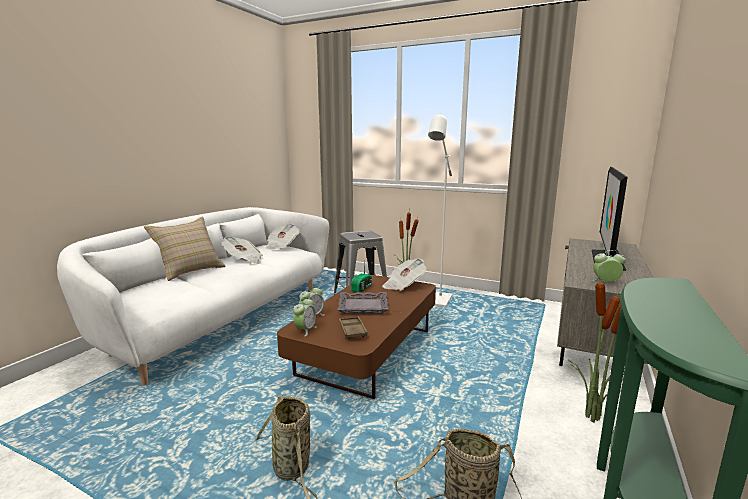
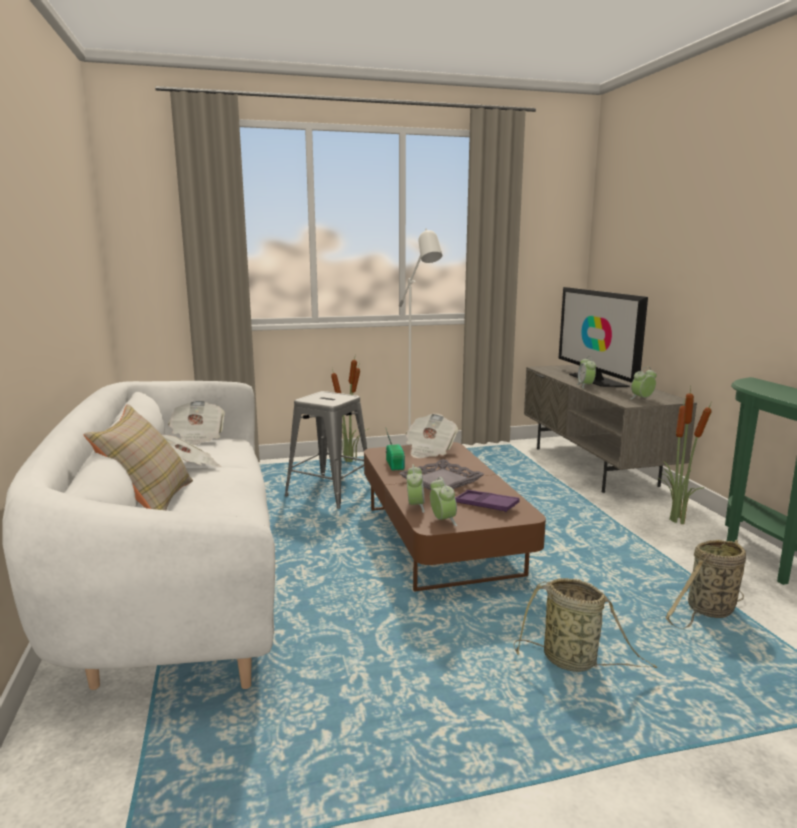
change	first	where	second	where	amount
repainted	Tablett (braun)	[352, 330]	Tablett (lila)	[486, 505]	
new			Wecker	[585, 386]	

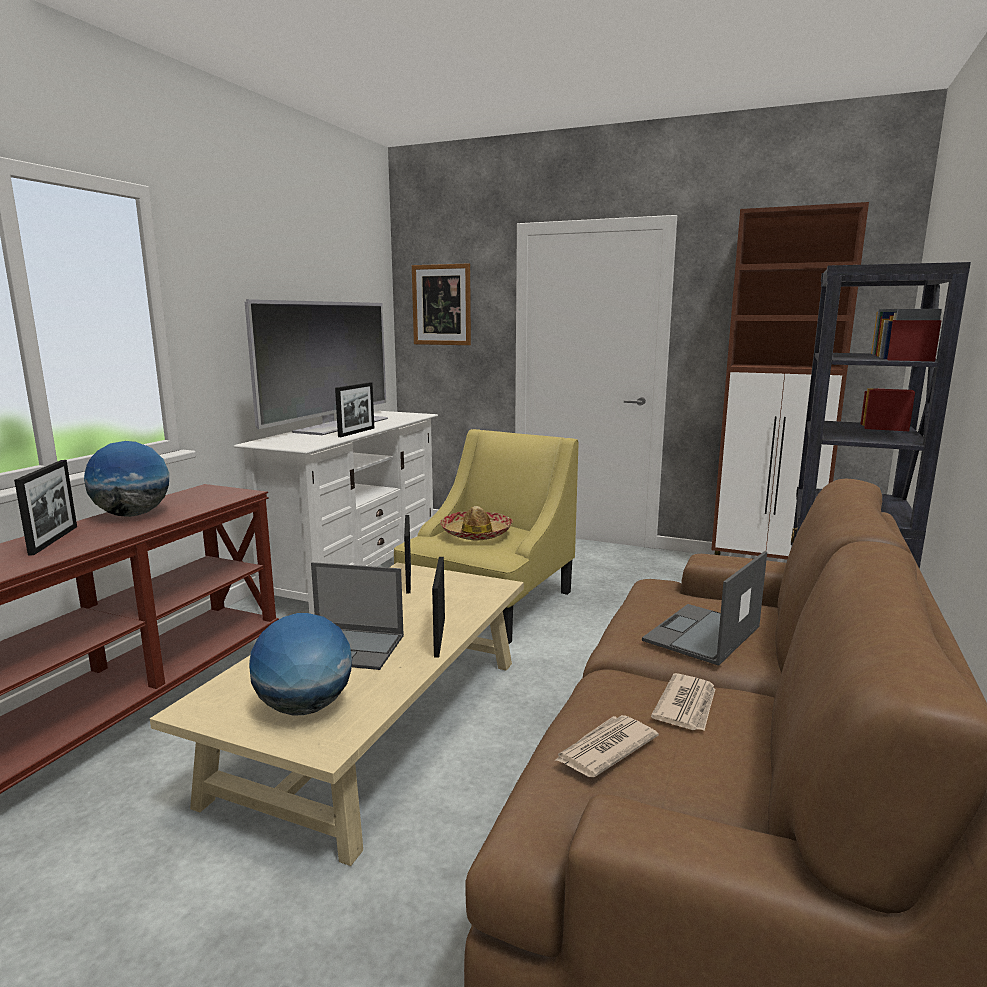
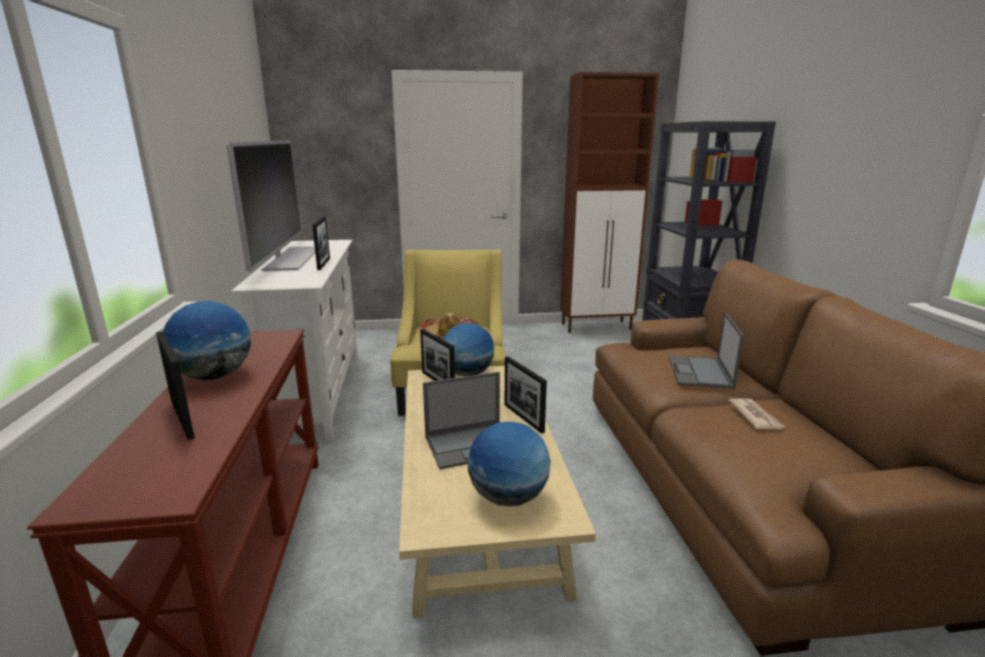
change	first	where	second	where	amount
gone	Bild	[441, 305]			
gone	Zeitung	[604, 749]			
new			Globus	[467, 374]	

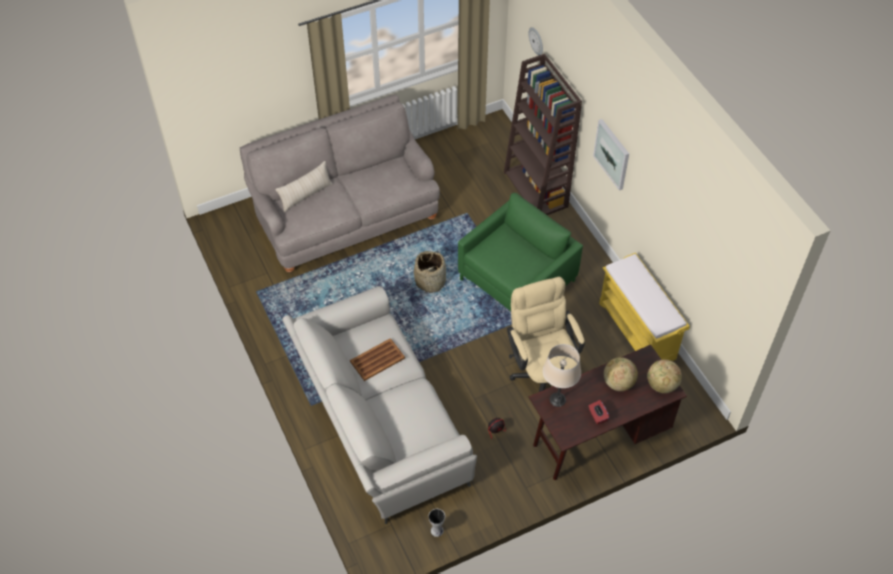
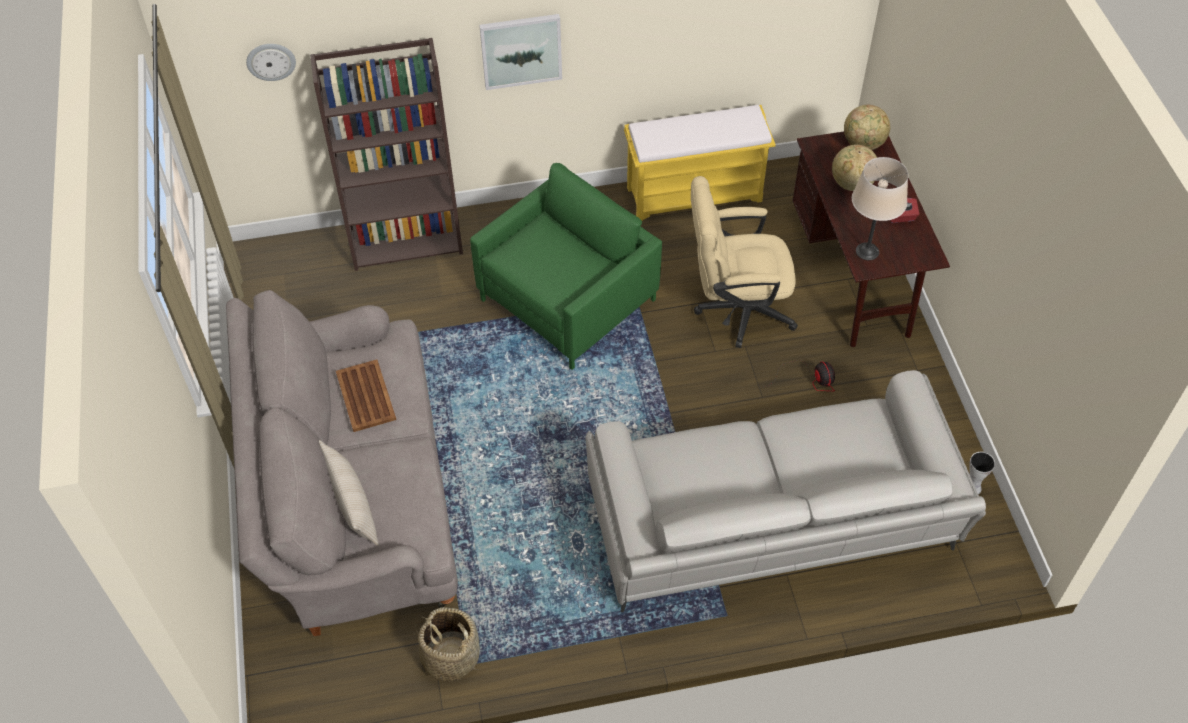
change	first	where	second	where	amount
shifted	Tablett (braun)	[378, 359]		[365, 395]	
shifted	Korb	[430, 281]		[450, 656]	
rotated	Sessel (grün)	[517, 281]		[568, 300]	75 degrees clockwise

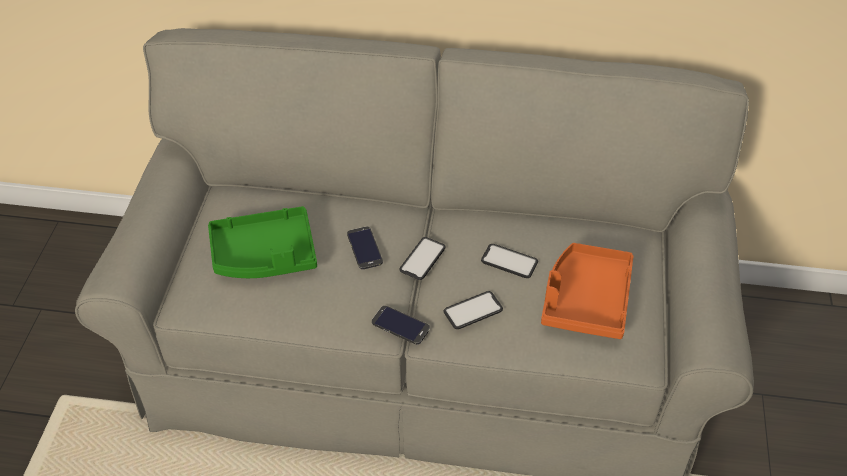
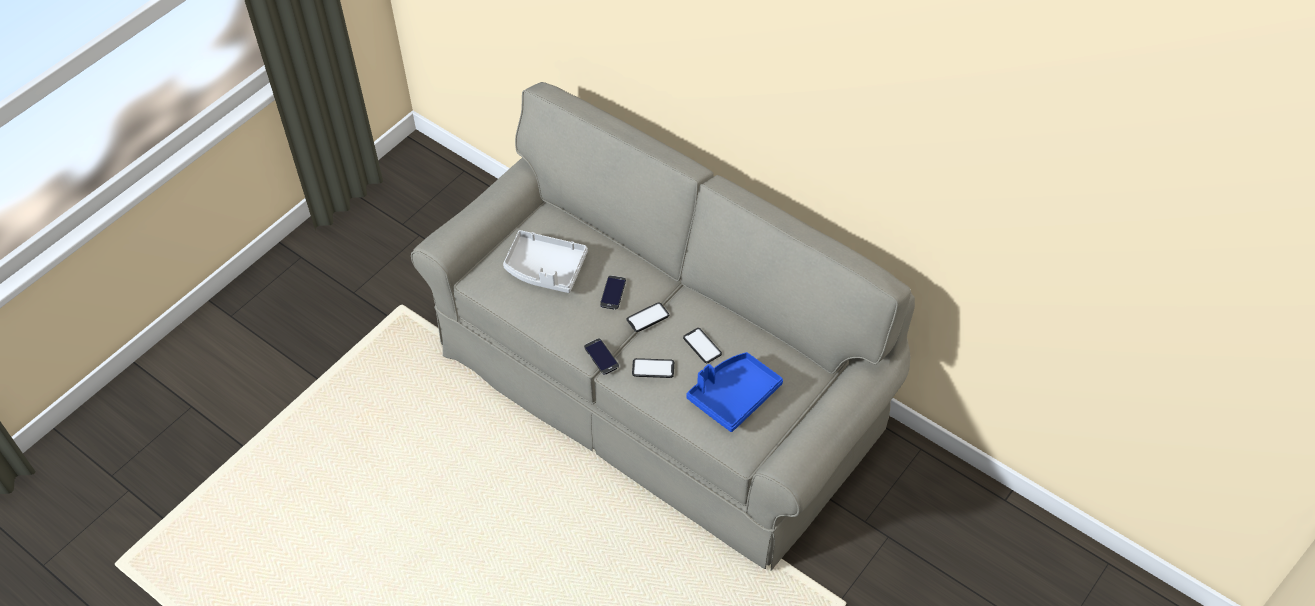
change	first	where	second	where	amount
repainted	Tablett (grün)	[265, 255]	Tablett (grau)	[545, 269]	
repainted	Tablett (orange)	[585, 299]	Tablett (blau)	[733, 396]	

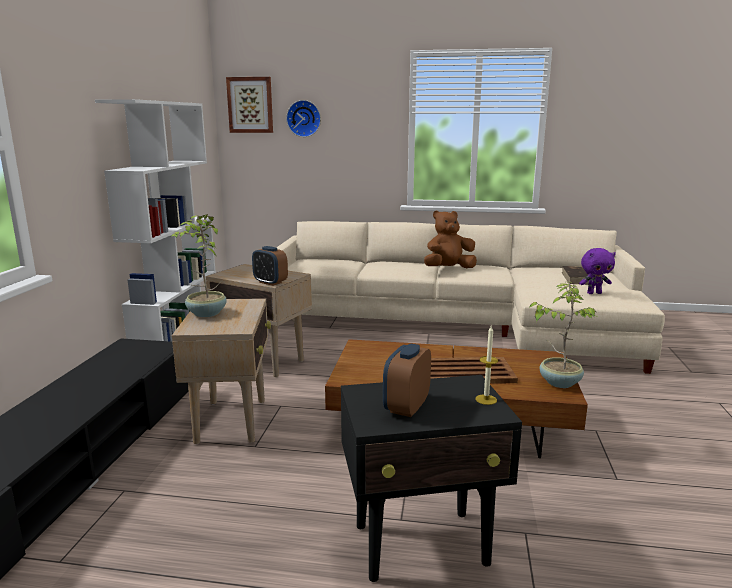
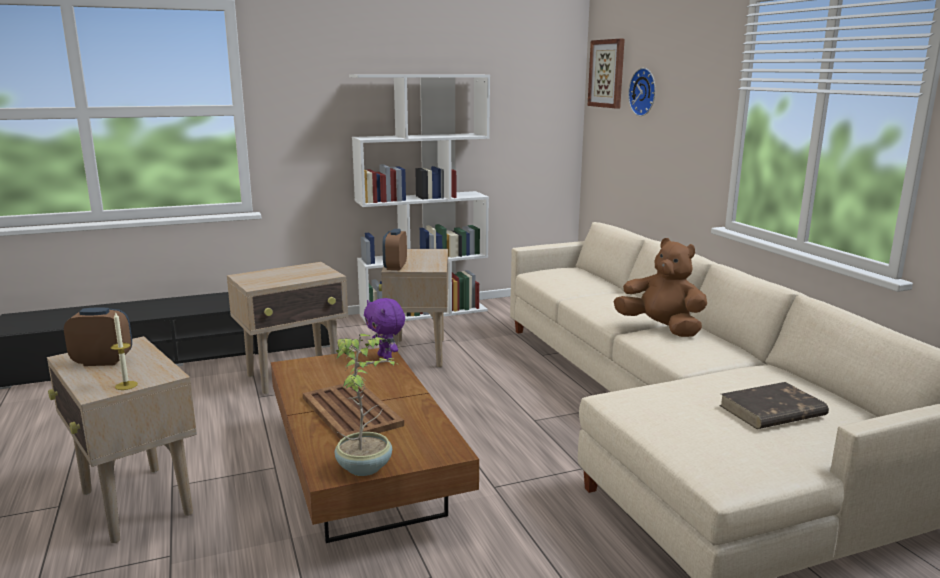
change	first	where	second	where	amount
gone	Topfpflanze	[206, 314]			
repainted	Beistelltisch (schwarz)	[422, 545]	Beistelltisch (beige)	[136, 504]	
shifted	Plüschtier (lila)	[594, 293]		[386, 357]	

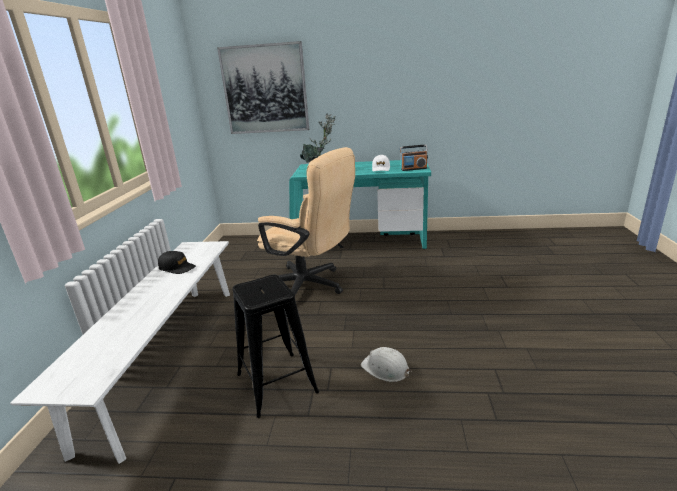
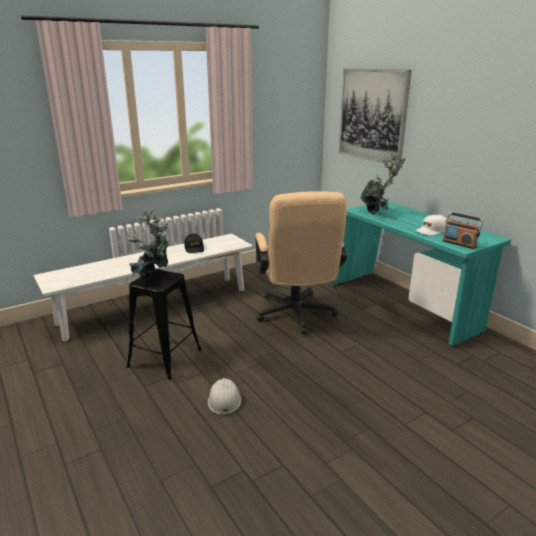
change	first	where	second	where	amount
new			Topfpflanze	[153, 278]	

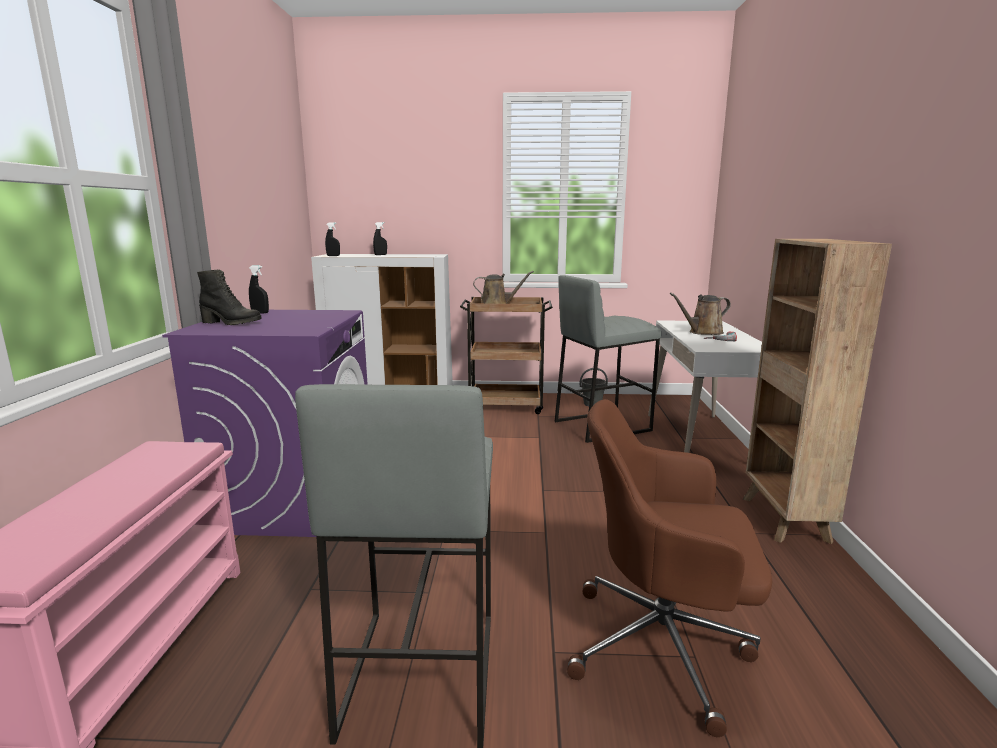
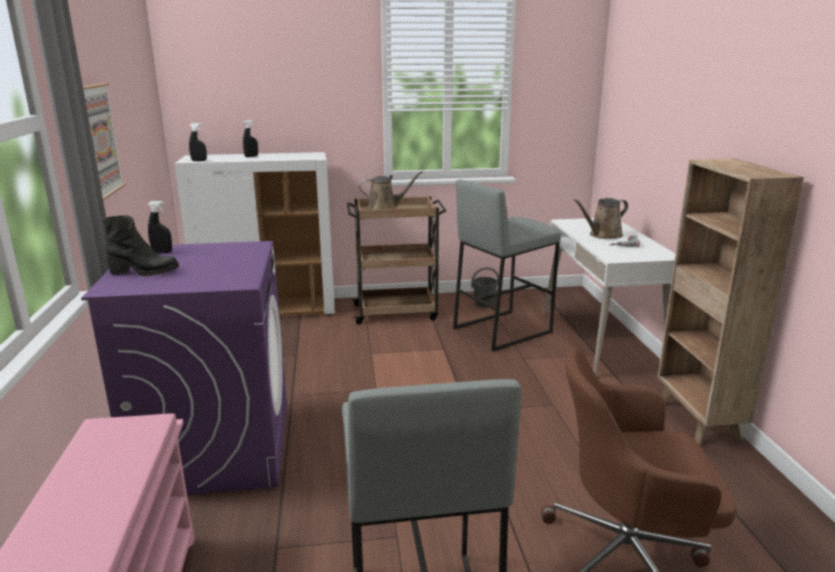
change	first	where	second	where	amount
new			Bild	[99, 141]	

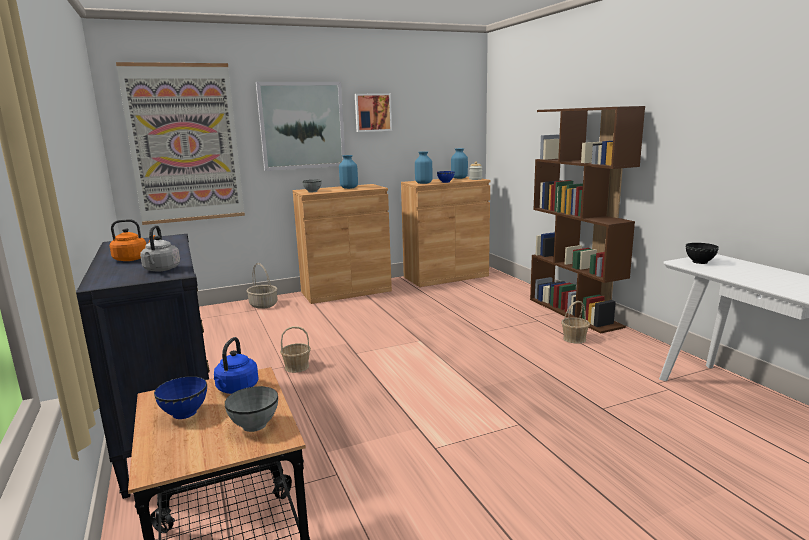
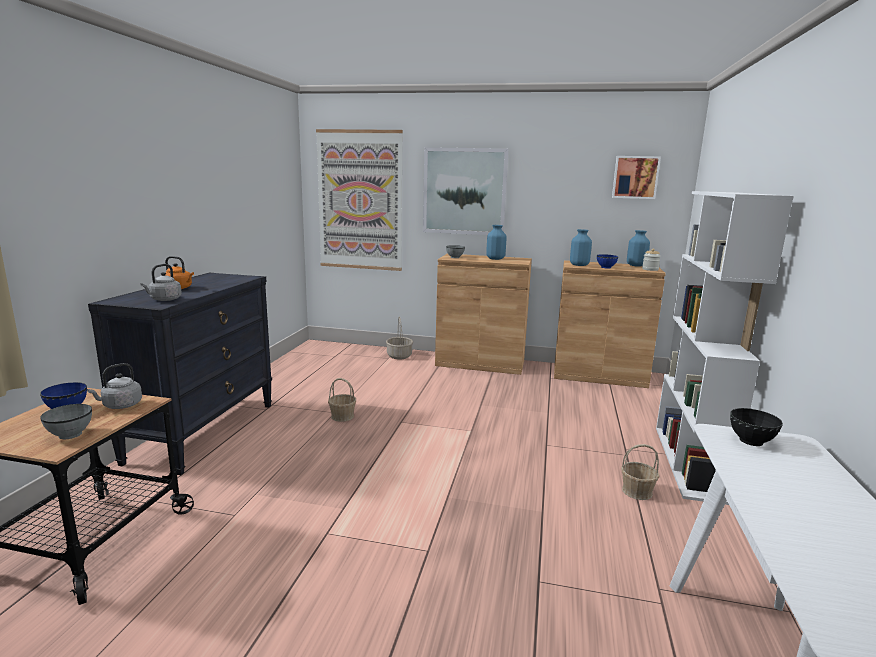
change	first	where	second	where	amount
repainted	Wasserkessel (blau)	[236, 389]	Wasserkessel (grau)	[120, 405]	
shifted	Bild	[372, 112]		[635, 177]	
repainted	Bücherregal (braun)	[575, 312]	Bücherregal (weiß)	[689, 462]	

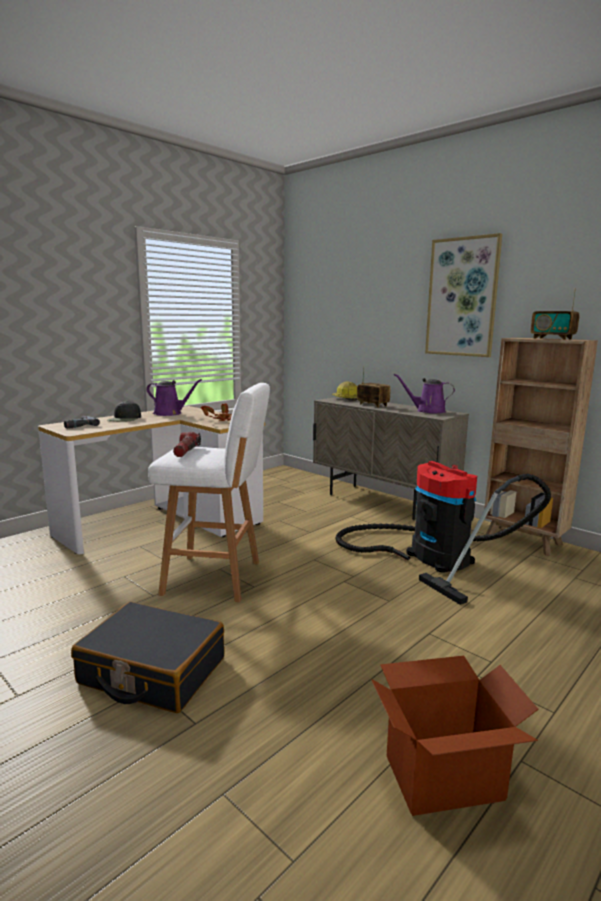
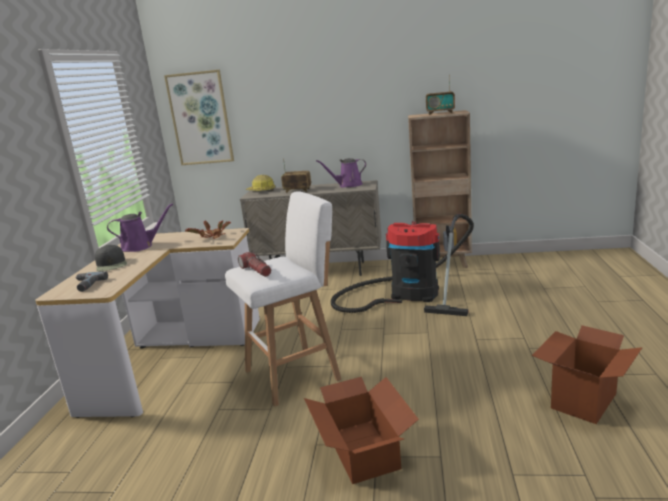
change	first	where	second	where	amount
swapped	Koffer (schwarz)	[152, 671]	Karton	[363, 450]	
shifted	Bild	[462, 297]		[200, 118]	

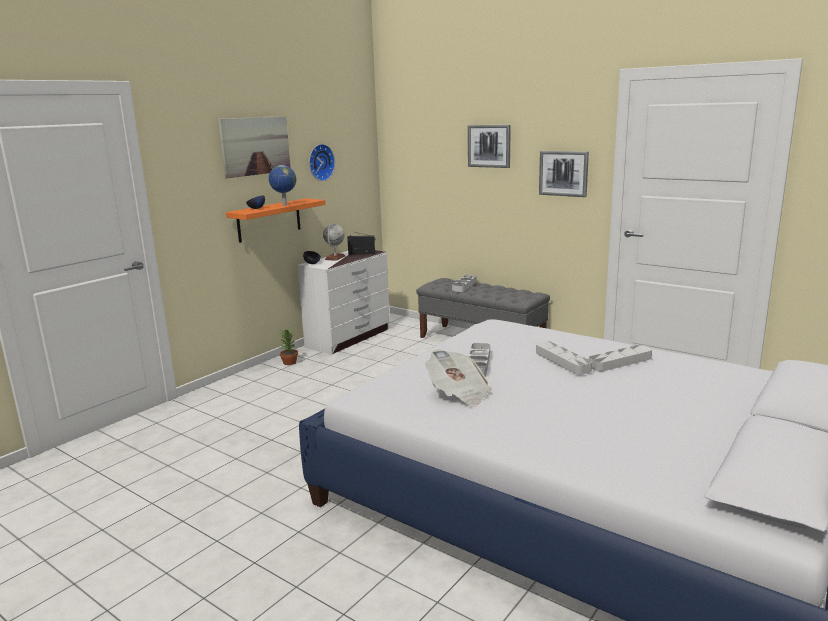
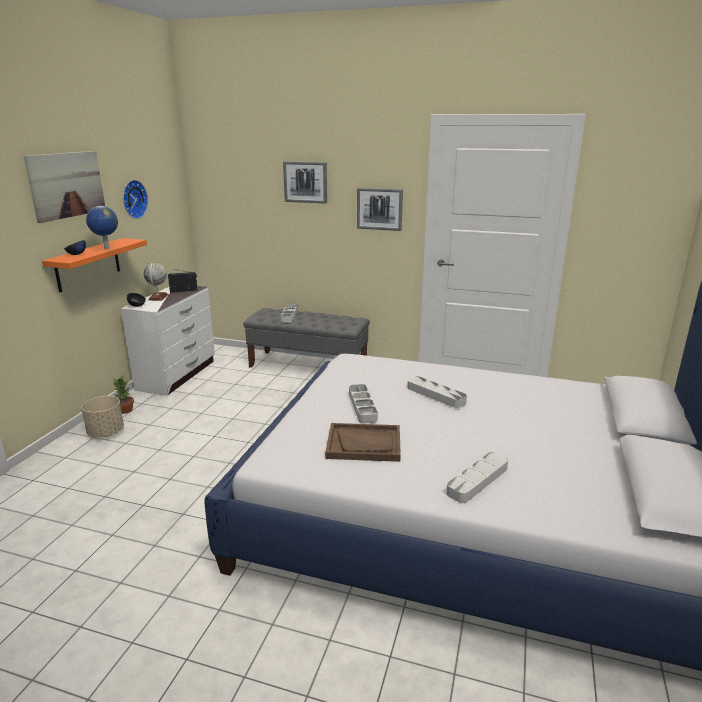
change	first	where	second	where	amount
swapped	Zeitung	[458, 394]	Tablett (braun)	[364, 444]	
shifted	Tablett (grau)	[620, 362]		[477, 480]	
new			Pflanzkübel (beige)	[106, 432]	

